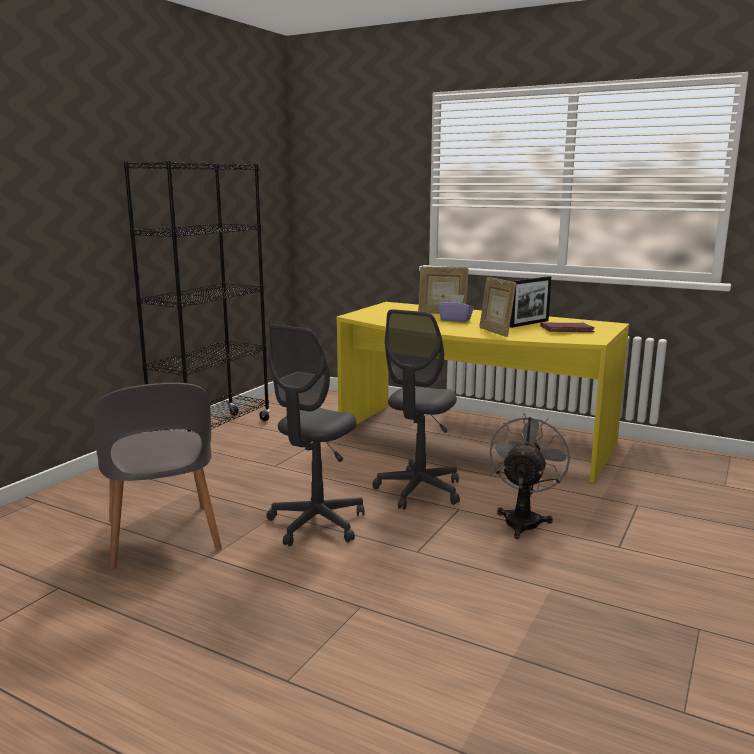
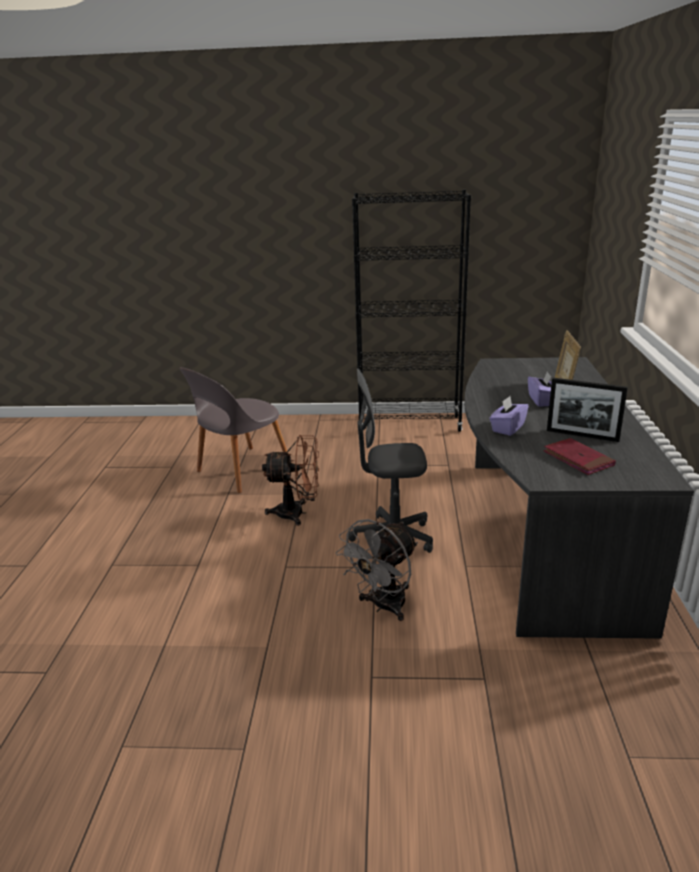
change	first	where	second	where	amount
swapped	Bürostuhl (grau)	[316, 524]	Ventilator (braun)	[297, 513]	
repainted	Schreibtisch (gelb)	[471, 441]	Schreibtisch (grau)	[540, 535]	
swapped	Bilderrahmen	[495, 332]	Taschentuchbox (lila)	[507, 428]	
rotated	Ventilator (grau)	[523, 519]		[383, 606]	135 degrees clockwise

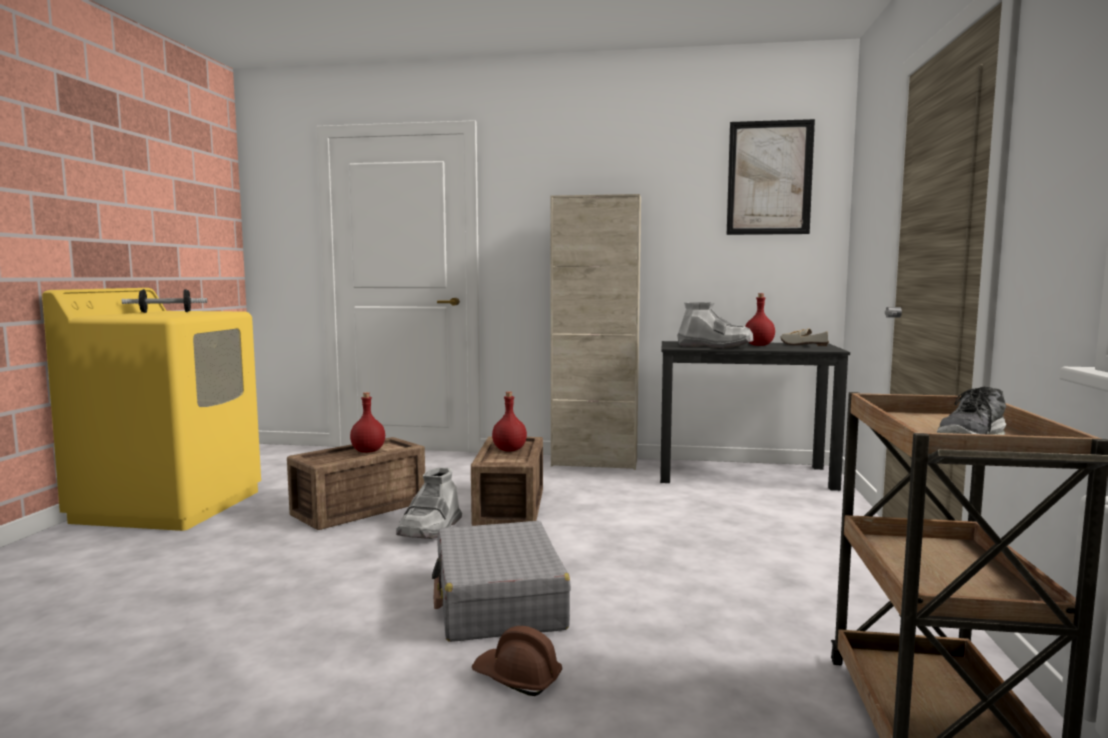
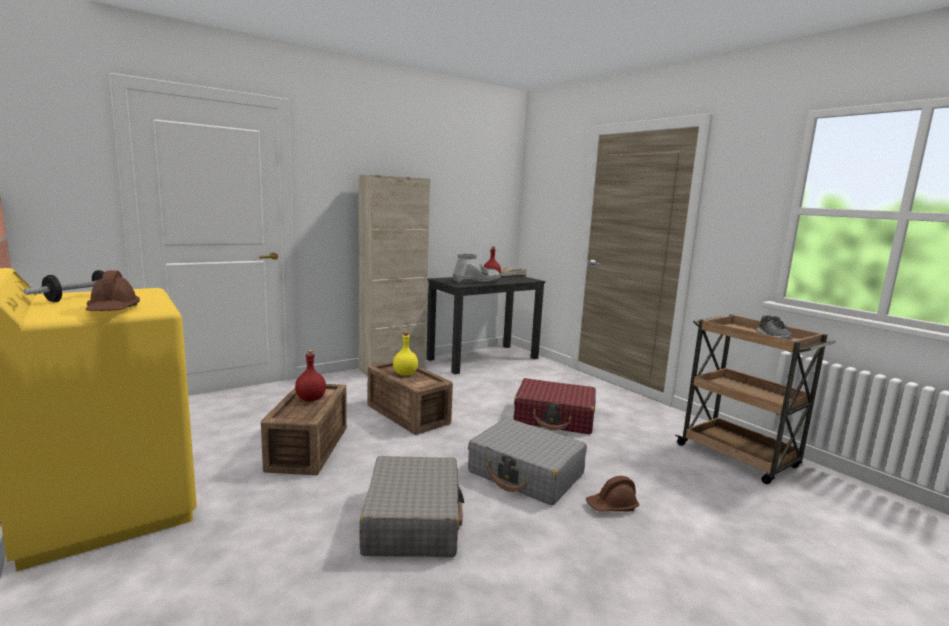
change	first	where	second	where	amount
gone	Stiefel (grau)	[431, 529]			
repainted	Flasche (rot)	[509, 450]	Flasche (gelb)	[404, 374]	
gone	Bild	[769, 178]			
new			Schutzhelm (braun)	[113, 310]	
new			Koffer (grau)	[413, 520]	
new			Koffer (rot)	[554, 417]	

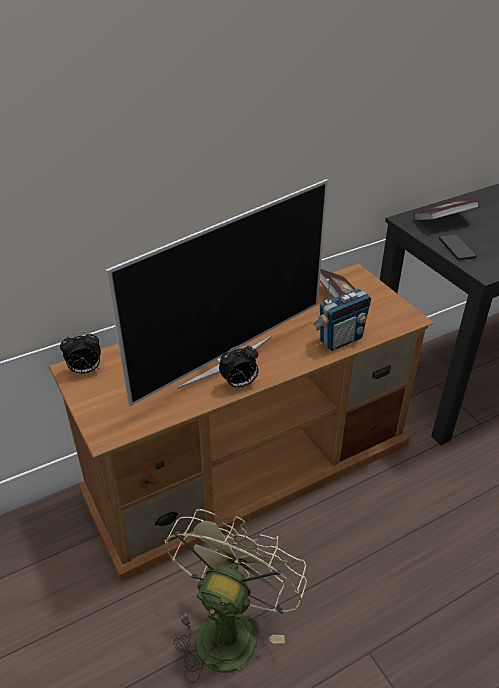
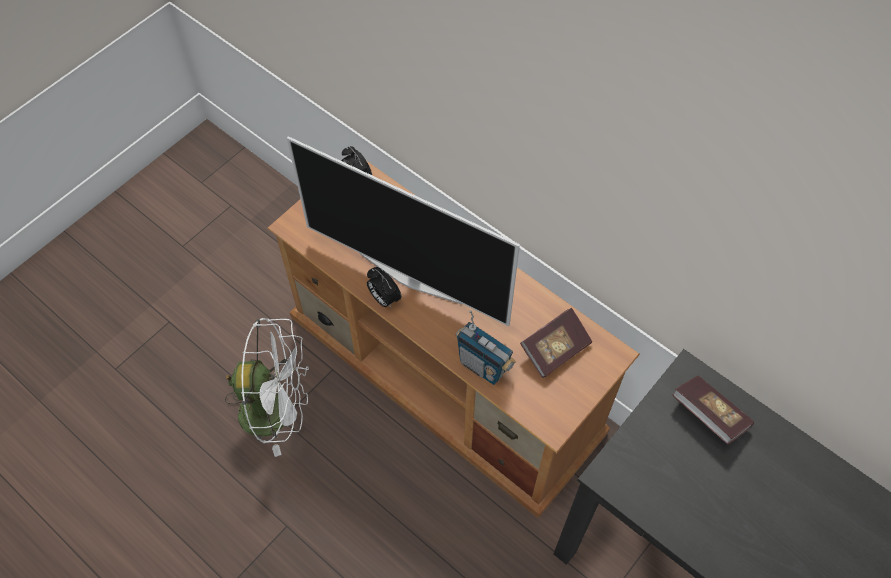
change	first	where	second	where	amount
repainted	Ventilator (grün)	[229, 627]	Ventilator (weiß)	[277, 411]	
gone	Handy	[457, 248]			

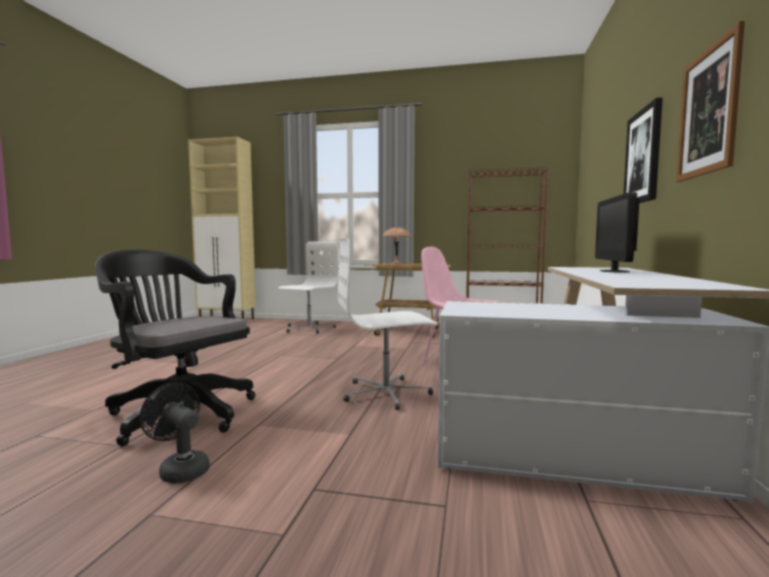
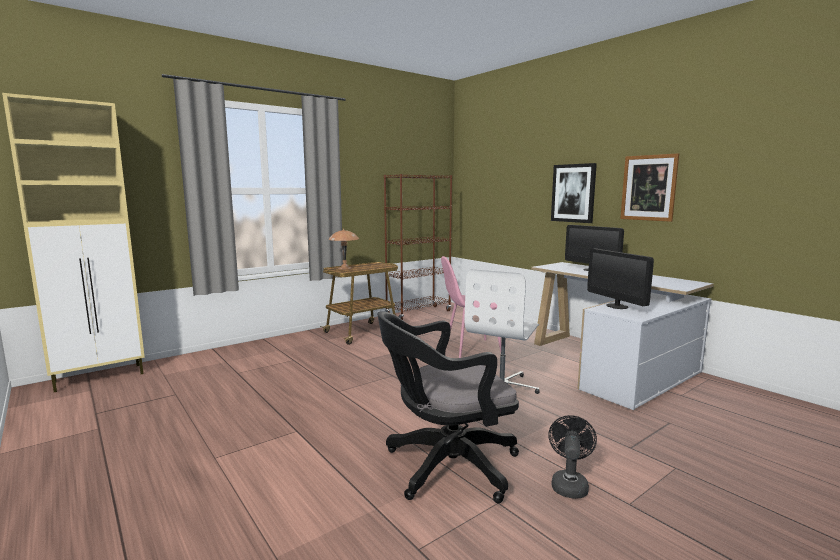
change	first	where	second	where	amount
rotated	Ventilator (schwarz)	[180, 469]		[569, 484]	120 degrees clockwise
gone	Bürostuhl (weiß)	[308, 328]			
new			Monitor	[617, 306]	

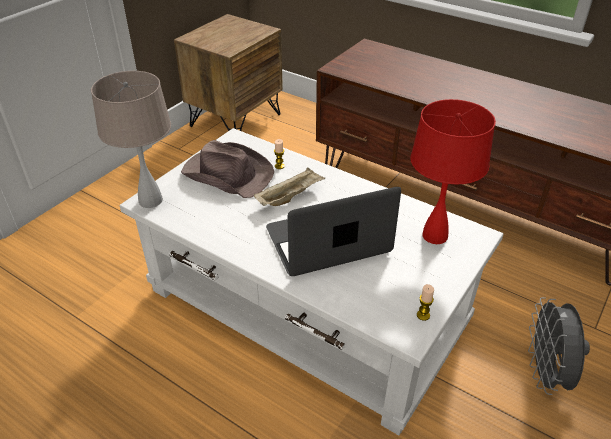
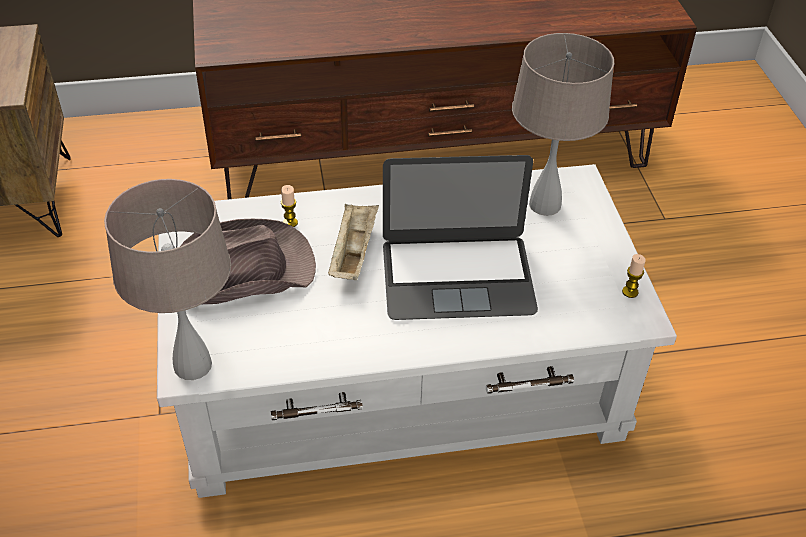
change	first	where	second	where	amount
rotated	Laptop	[328, 240]		[457, 276]	120 degrees counterclockwise
repainted	Tischlampe (rot)	[435, 235]	Tischlampe (beige)	[545, 204]	
gone	Ventilator (grau)	[545, 374]			

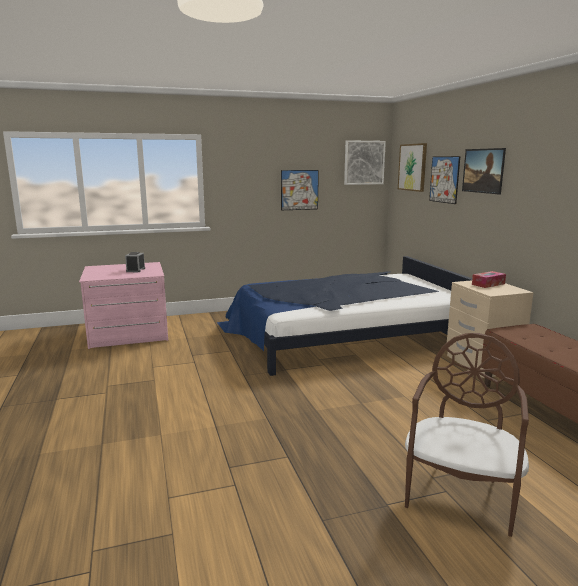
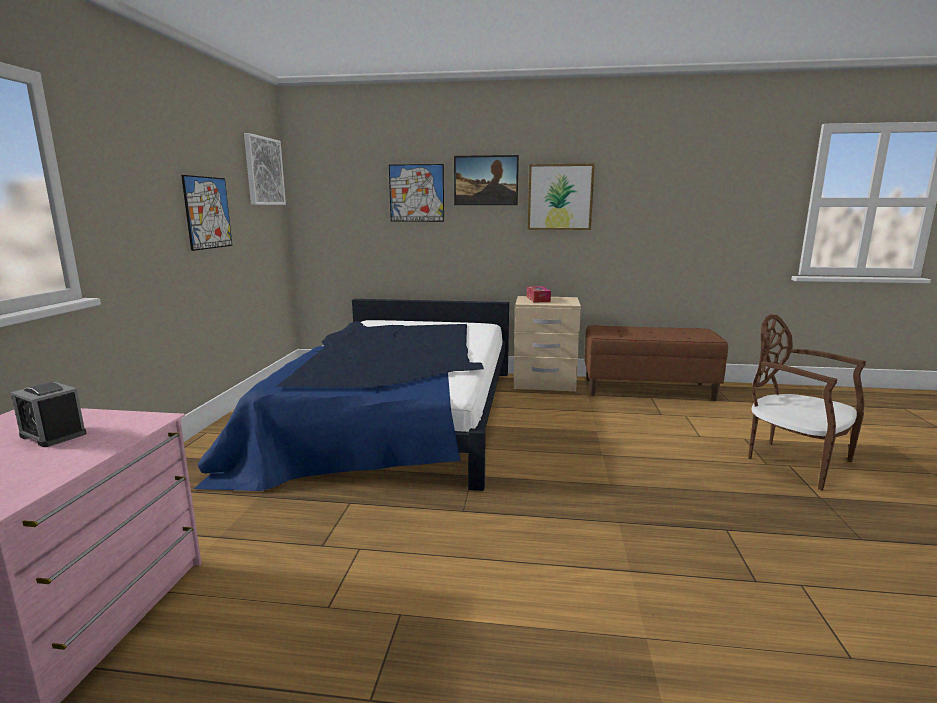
change	first	where	second	where	amount
shifted	Bild	[412, 167]		[560, 197]	

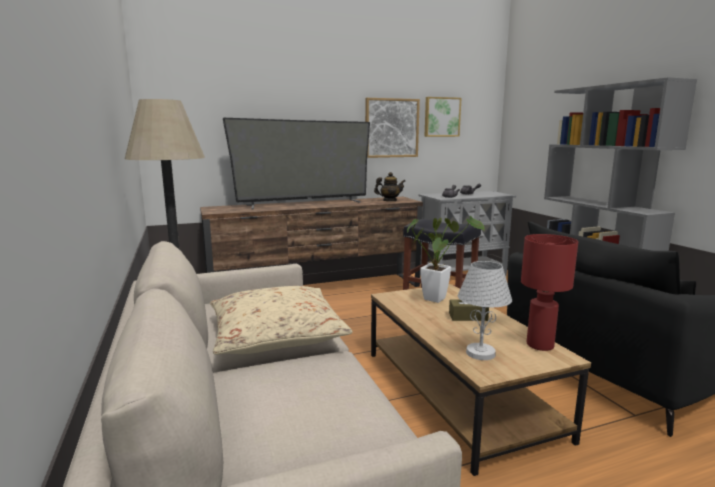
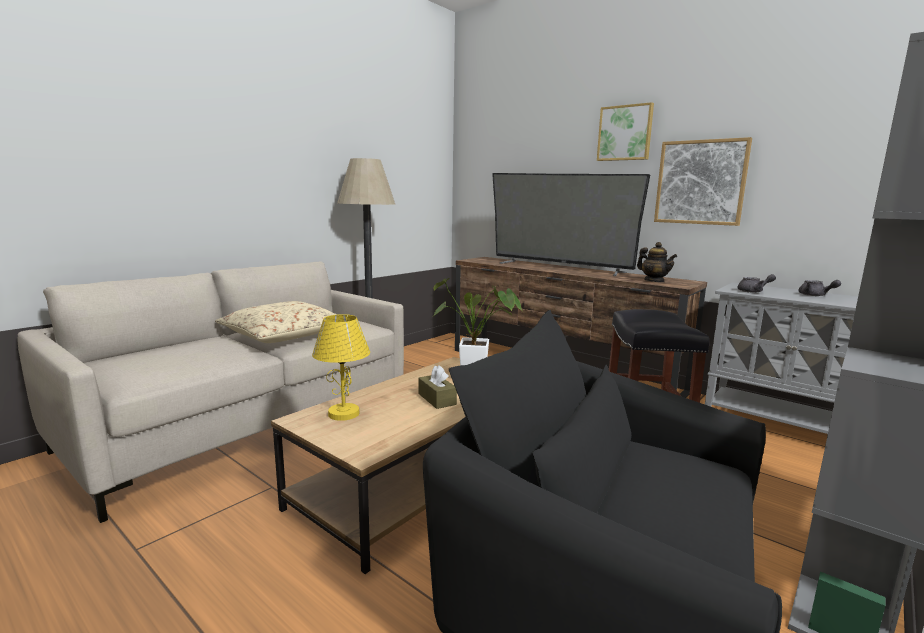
change	first	where	second	where	amount
shifted	Bild	[441, 117]		[625, 133]	
repainted	Tischlampe (weiß)	[480, 353]	Tischlampe (gelb)	[343, 413]	
gone	Tischlampe (rot)	[540, 345]			

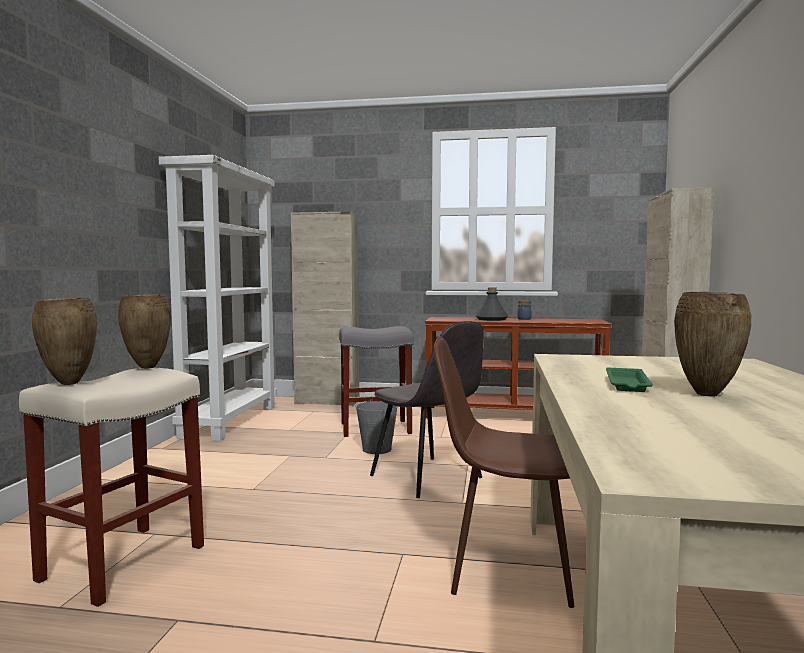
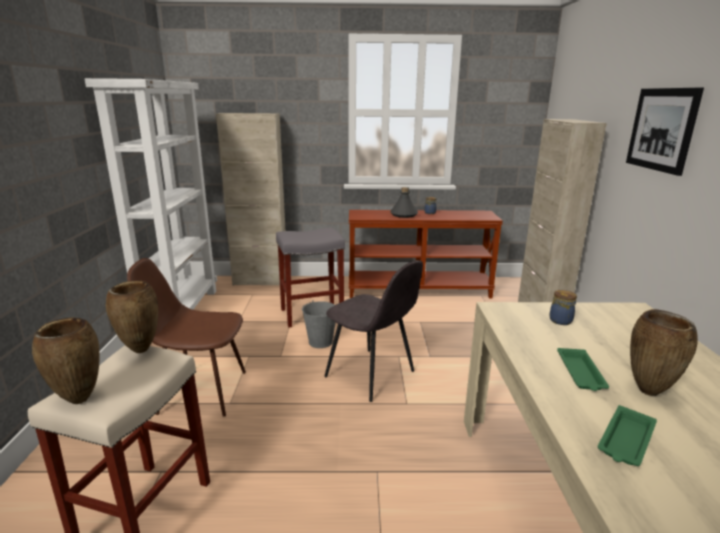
change	first	where	second	where	amount
shifted	Stuhl (braun)	[506, 566]		[201, 392]	
new			Vorratsglas	[560, 320]	
new			Tablett (grün)	[625, 441]	
new			Bild	[661, 129]	

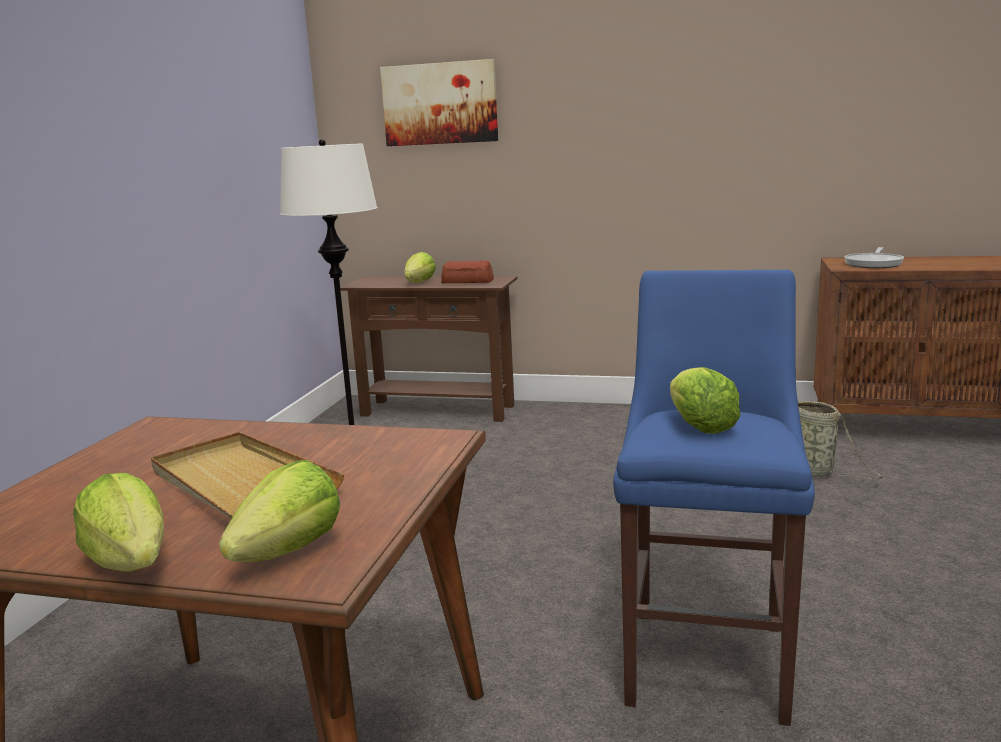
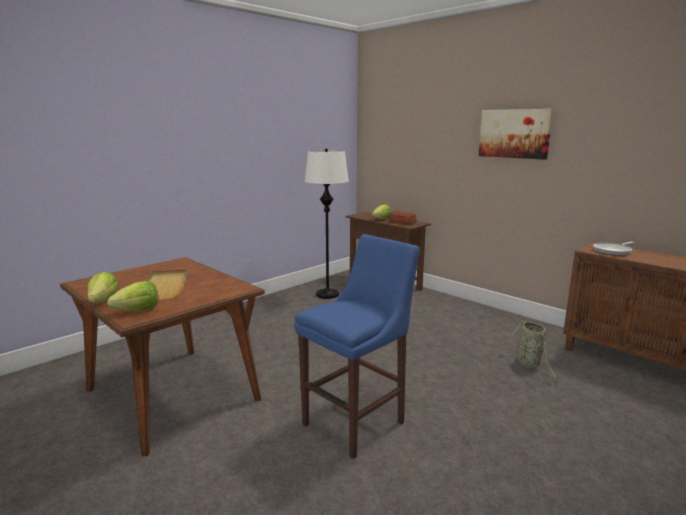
change	first	where	second	where	amount
shifted	Bild	[440, 104]		[514, 133]	
gone	Salatkopf	[699, 426]			

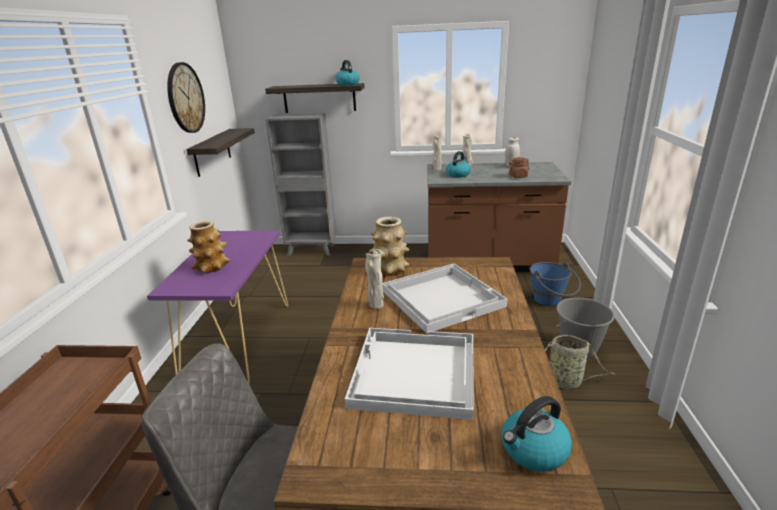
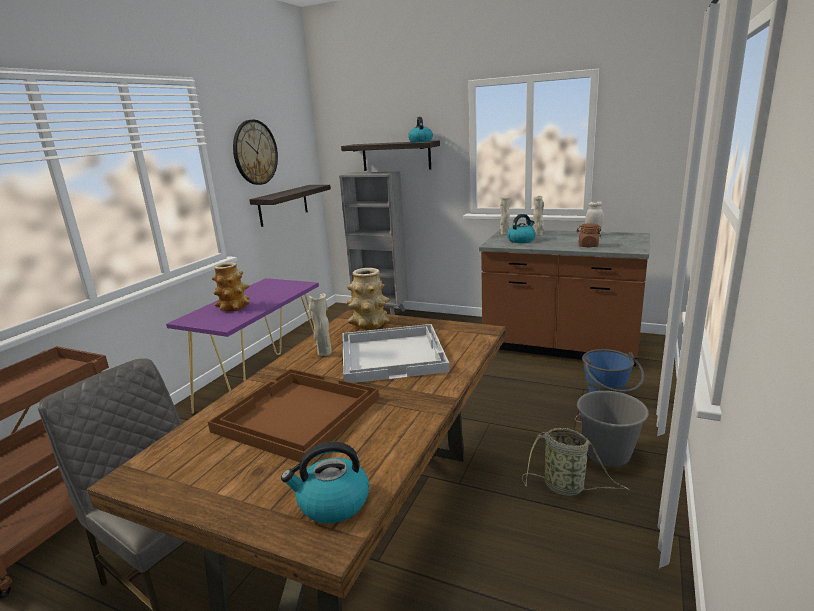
change	first	where	second	where	amount
repainted	Tablett (weiß)	[413, 373]	Tablett (braun)	[296, 415]	

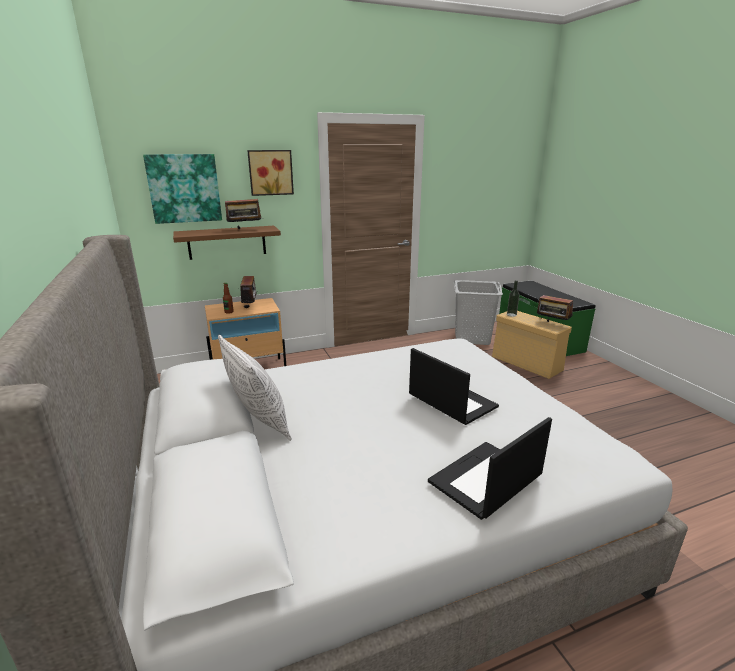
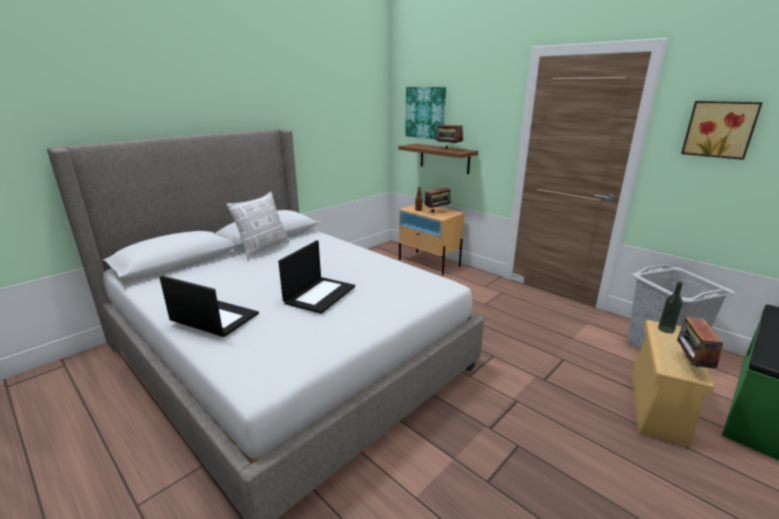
change	first	where	second	where	amount
shifted	Bild	[270, 172]		[719, 129]	

